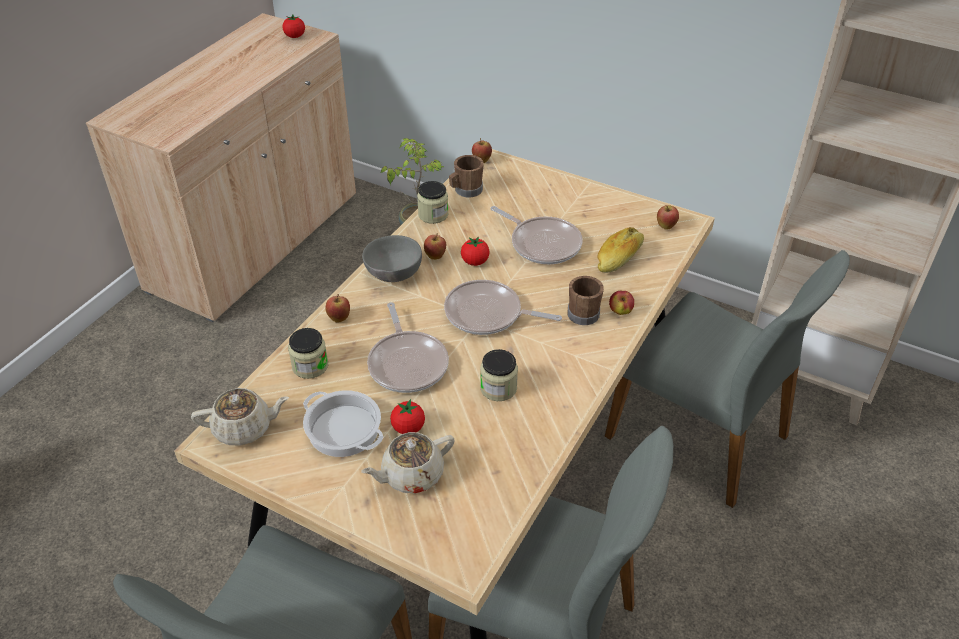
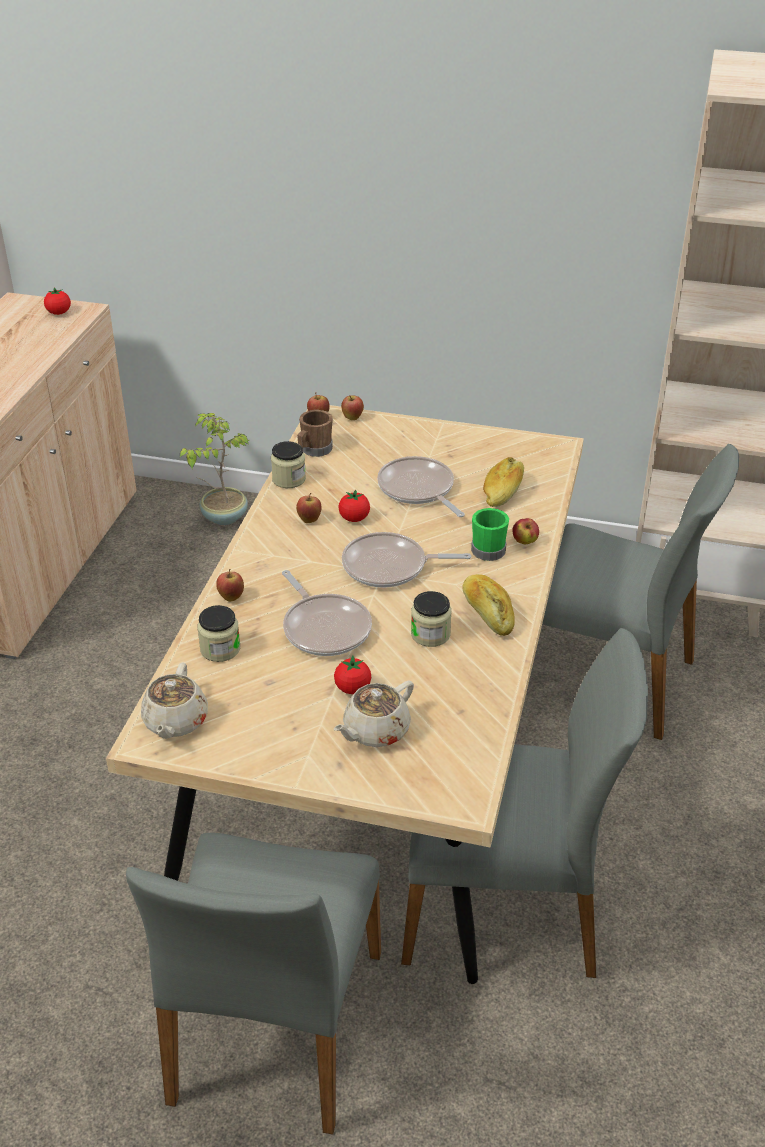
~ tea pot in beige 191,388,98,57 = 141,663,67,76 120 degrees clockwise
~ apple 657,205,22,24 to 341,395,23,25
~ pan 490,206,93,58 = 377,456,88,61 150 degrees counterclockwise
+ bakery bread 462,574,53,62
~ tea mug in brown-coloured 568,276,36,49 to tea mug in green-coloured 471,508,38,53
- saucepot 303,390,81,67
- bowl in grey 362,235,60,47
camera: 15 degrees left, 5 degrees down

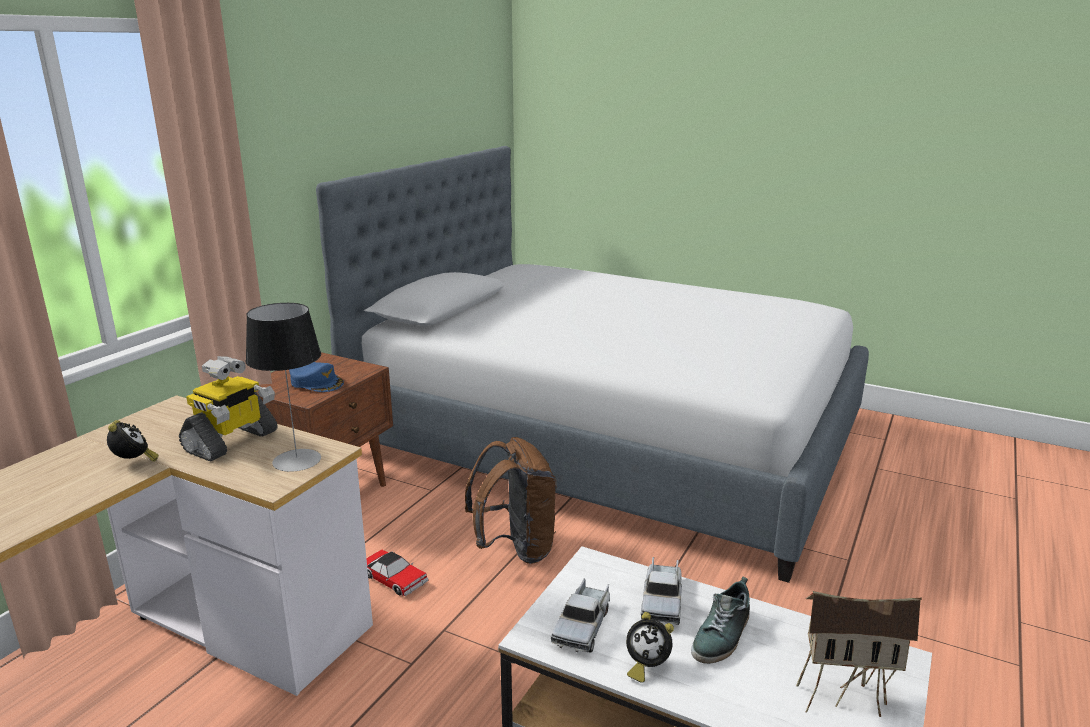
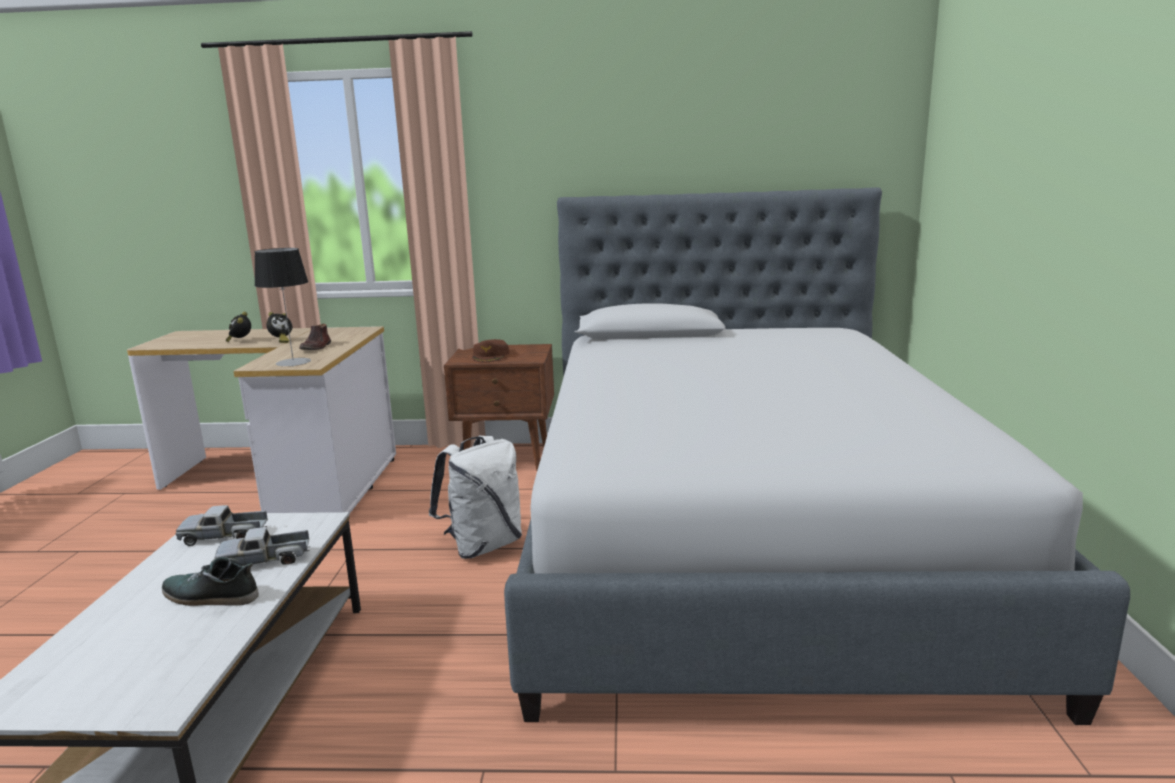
~ table clock 626,612,48,71 to 226,312,25,30
~ robot figure 179,356,99,106 to item of footwear in brown-coloured 299,324,32,26
~ rucksack in brown-coloured 465,437,92,127 to rucksack in whitish 429,436,93,123
~ baseball cap in blue-coloured 289,362,55,30 to baseball cap in brown-coloured 472,339,37,23
- model car 366,550,63,46
- miniature house 796,591,126,126
camera: 65 degrees right, 5 degrees down

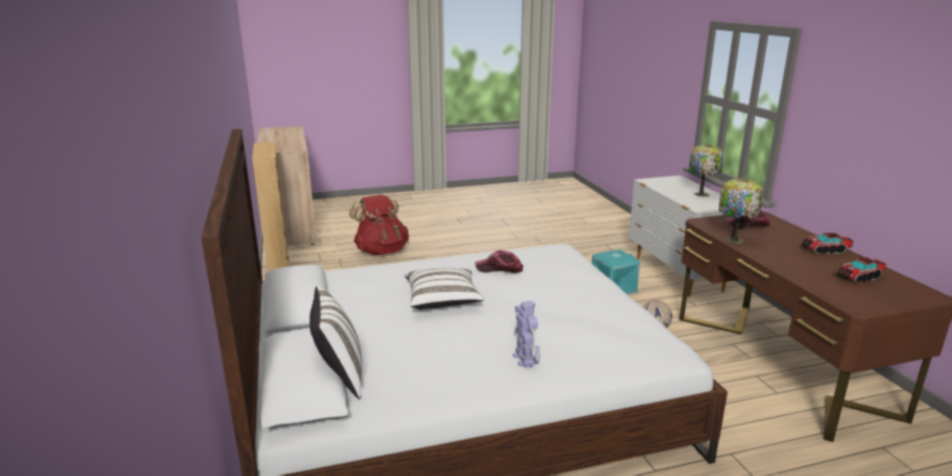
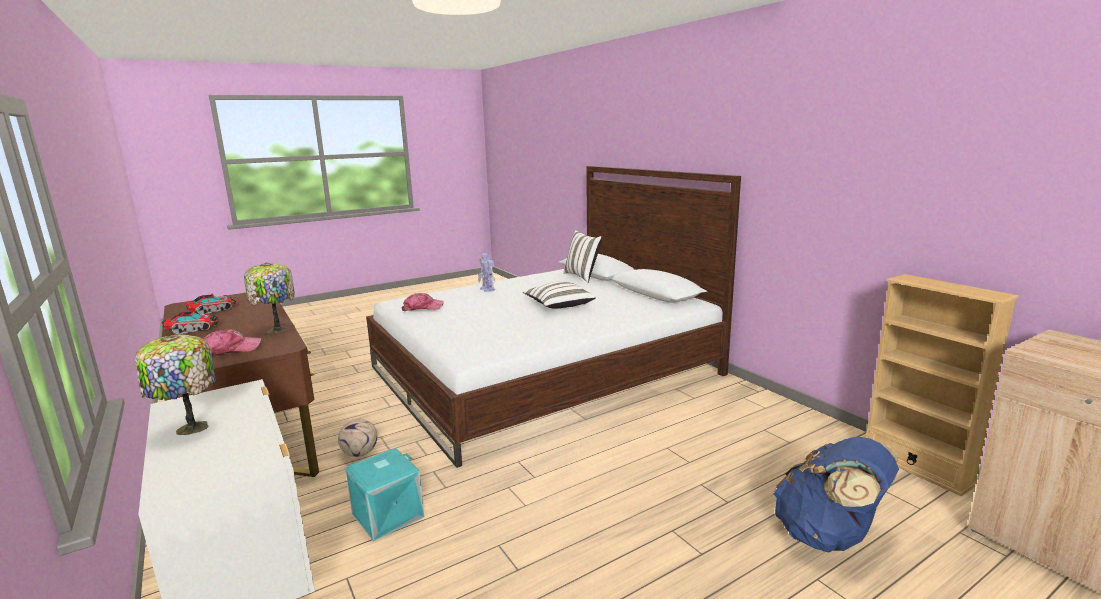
~ baseball cap 475,250,48,23 to 402,293,42,18
~ rucksack in red 349,194,60,61 to rucksack in blue-coloured 774,437,125,116
camera: 165 degrees right, 5 degrees down

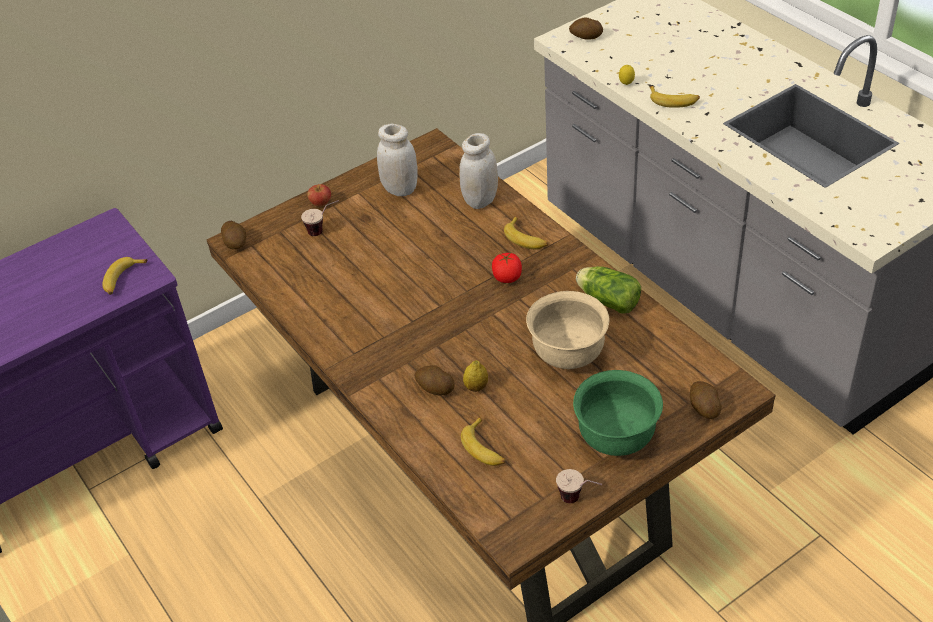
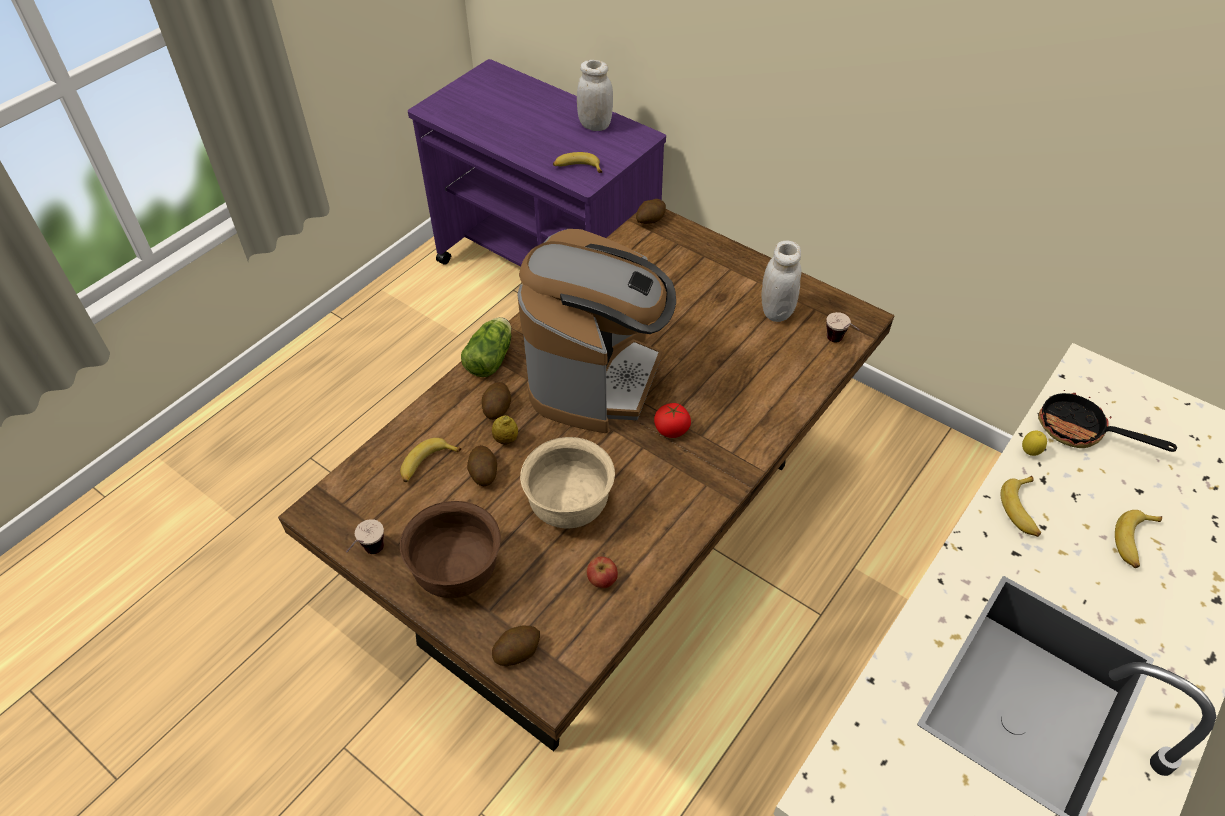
~ bowl in green-coloured 573,370,90,86 to bowl in brown-coloured 400,501,101,97
~ lettuce head 576,266,65,48 to 461,317,51,60
~ spud 569,17,34,23 to 467,445,30,41
+ coffee maker 517,229,159,204
~ storage jar in whitish 459,133,39,76 to 577,60,36,71
~ apple 307,184,24,22 to 587,556,31,32
~ small cup 301,200,38,36 to 826,312,34,30
+ pan 1038,390,139,62
~ whole banana 504,216,44,33 to 1115,510,47,58
camera: 70 degrees right, 5 degrees up

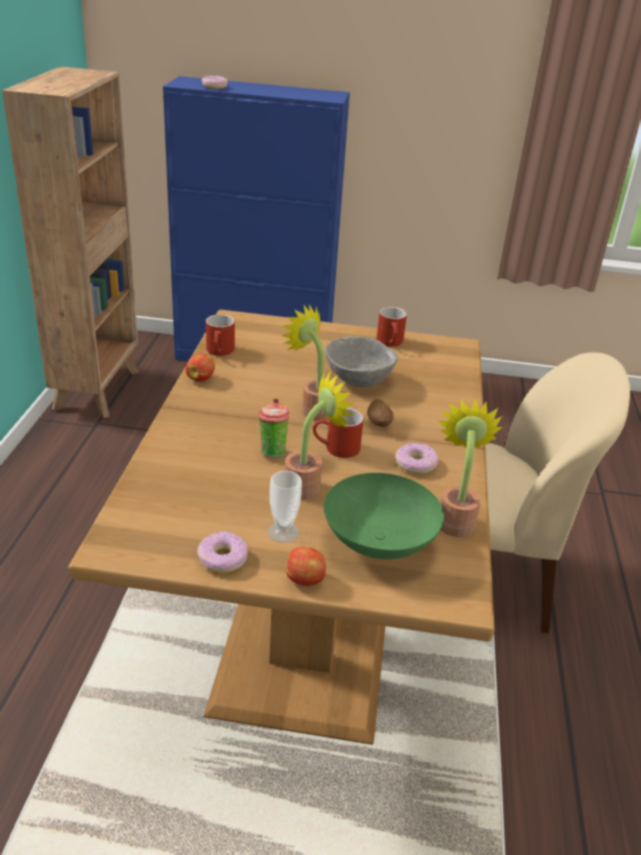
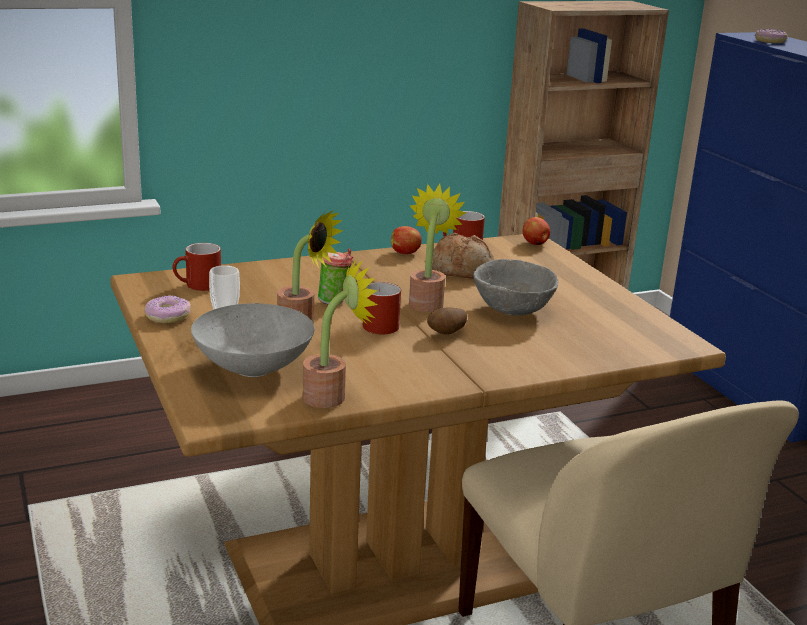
~ tea mug in red 376,307,31,40 to 172,243,49,48
~ bowl in green-coloured 324,473,120,86 to bowl in grey 191,303,123,74
+ bakery bread 432,233,62,46
~ apple 286,547,40,39 to 523,217,27,28
- ring doughnut 395,443,43,31
camera: 60 degrees right, 10 degrees down

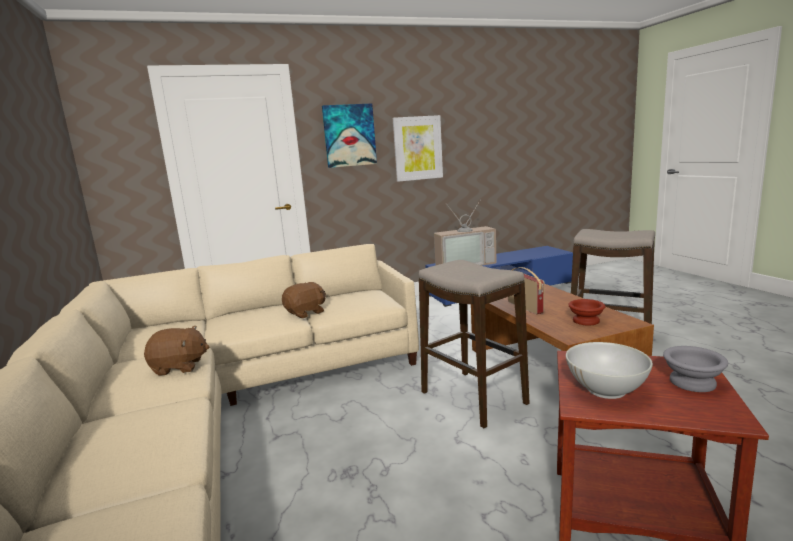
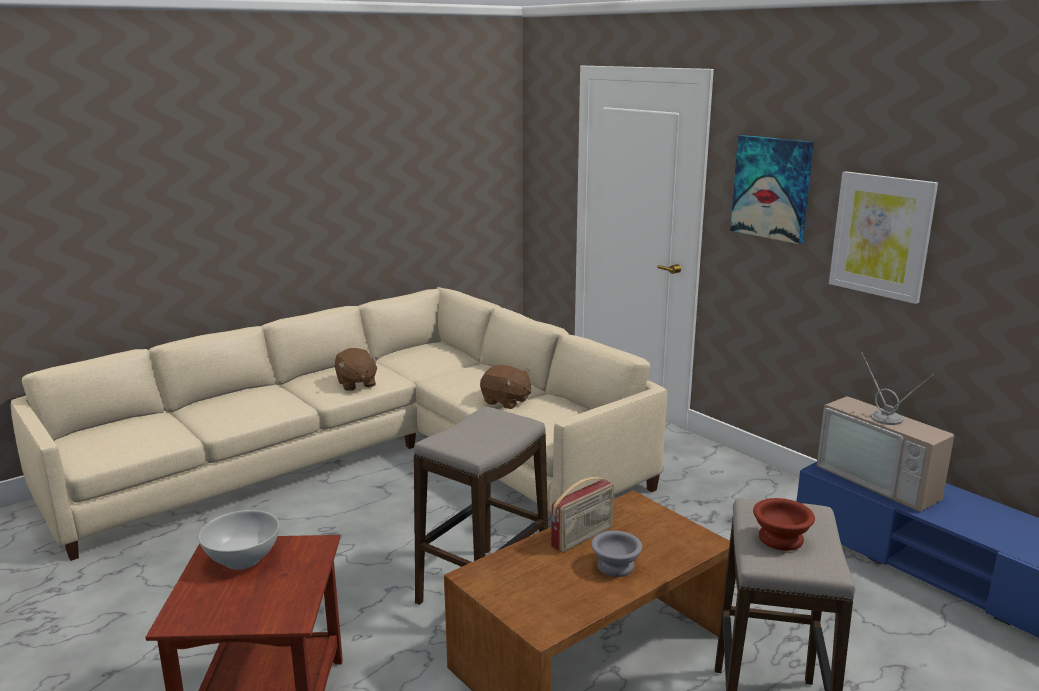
~ bowl in grey 663,346,65,46 to 591,531,51,46
~ bowl in brown-coloured 568,299,37,27 to 753,498,62,53
camera: 70 degrees right, 5 degrees up

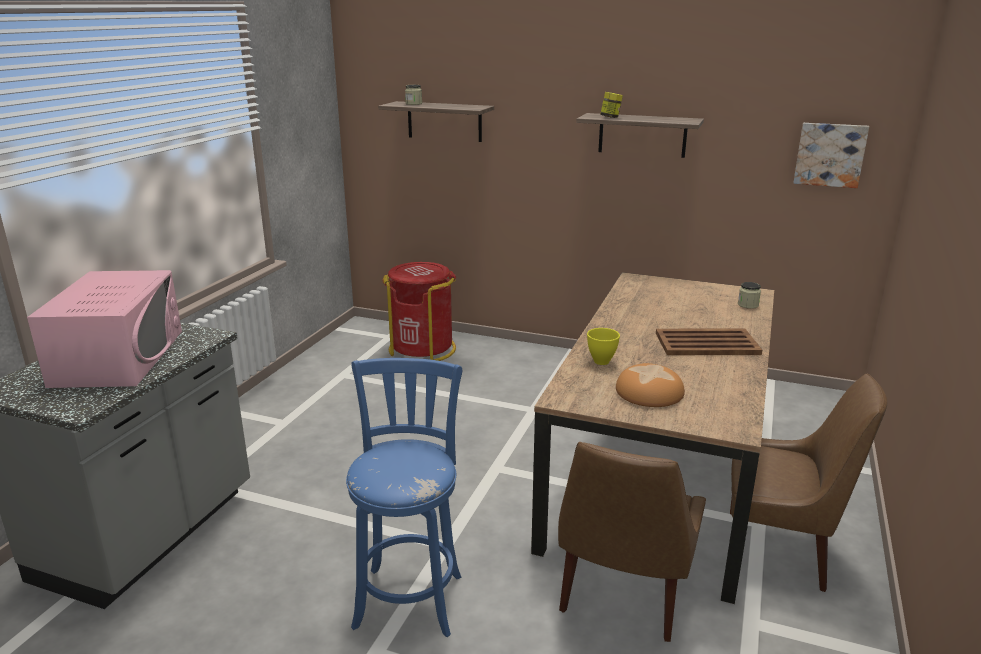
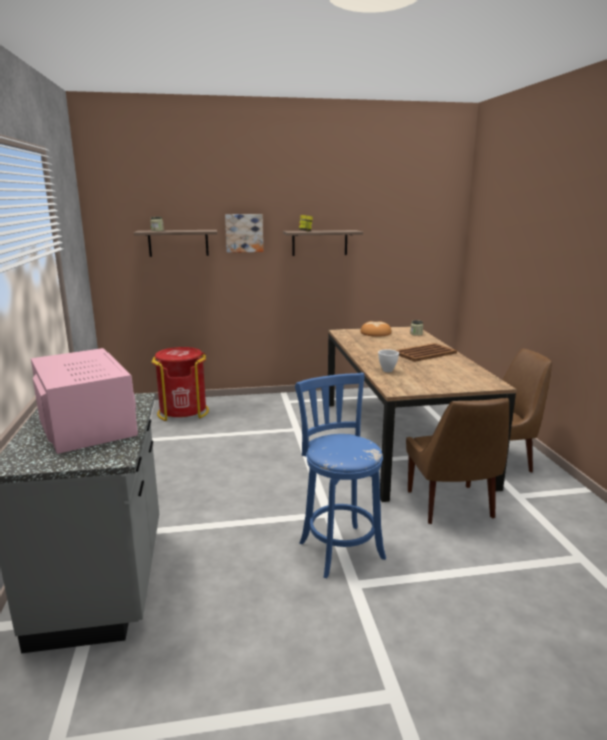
~ picture 794,123,75,65 to 225,214,38,39
~ bakery bread 616,363,69,44 to 360,321,32,16
~ bowl in yellow-coloured 587,328,33,37 to bowl in whitish 378,349,21,23
camera: 30 degrees left, 5 degrees down

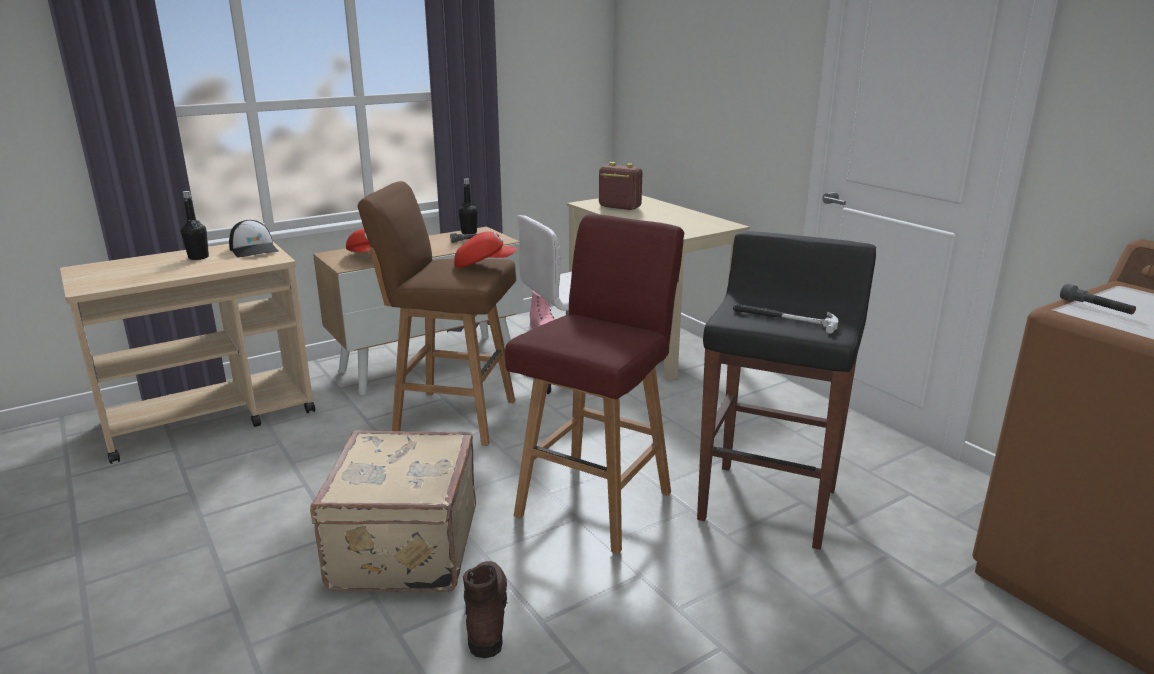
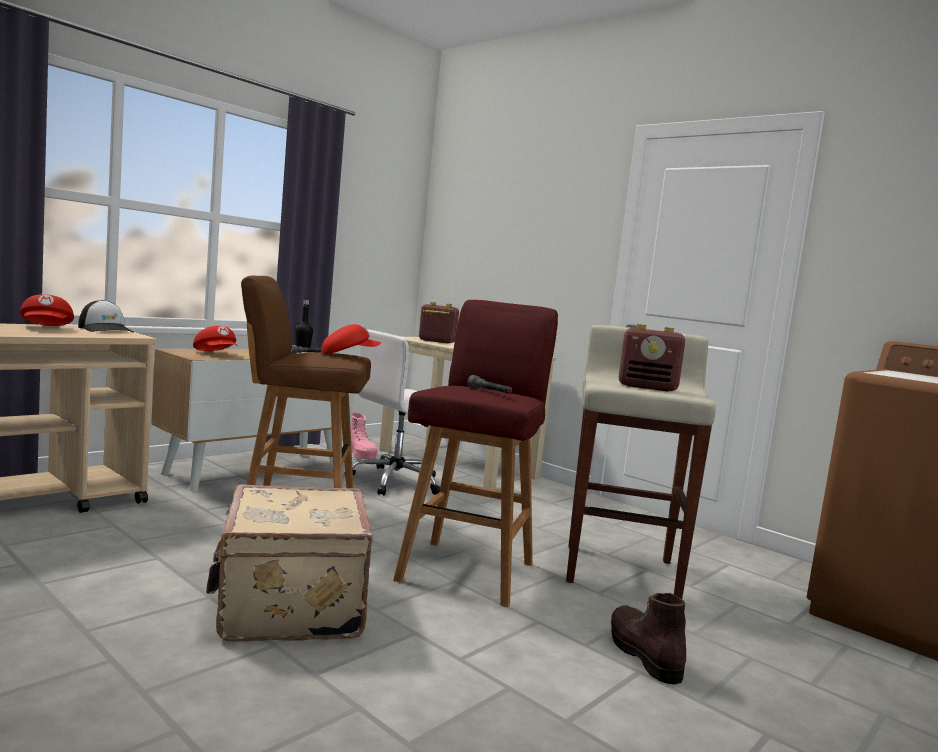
~ beverage bottle in black 181,191,28,69 to baseball cap in red 20,294,54,32
~ torch in grey 1060,284,76,31 to 467,375,45,19
~ stool in black 697,231,179,319 to stool in beige 566,325,150,274
~ tall boot in brown-coloured 463,561,45,97 to 611,593,75,91
~ tool hammer 733,303,105,31 to radio receiver 619,324,66,67
camera: 15 degrees left, 15 degrees down

